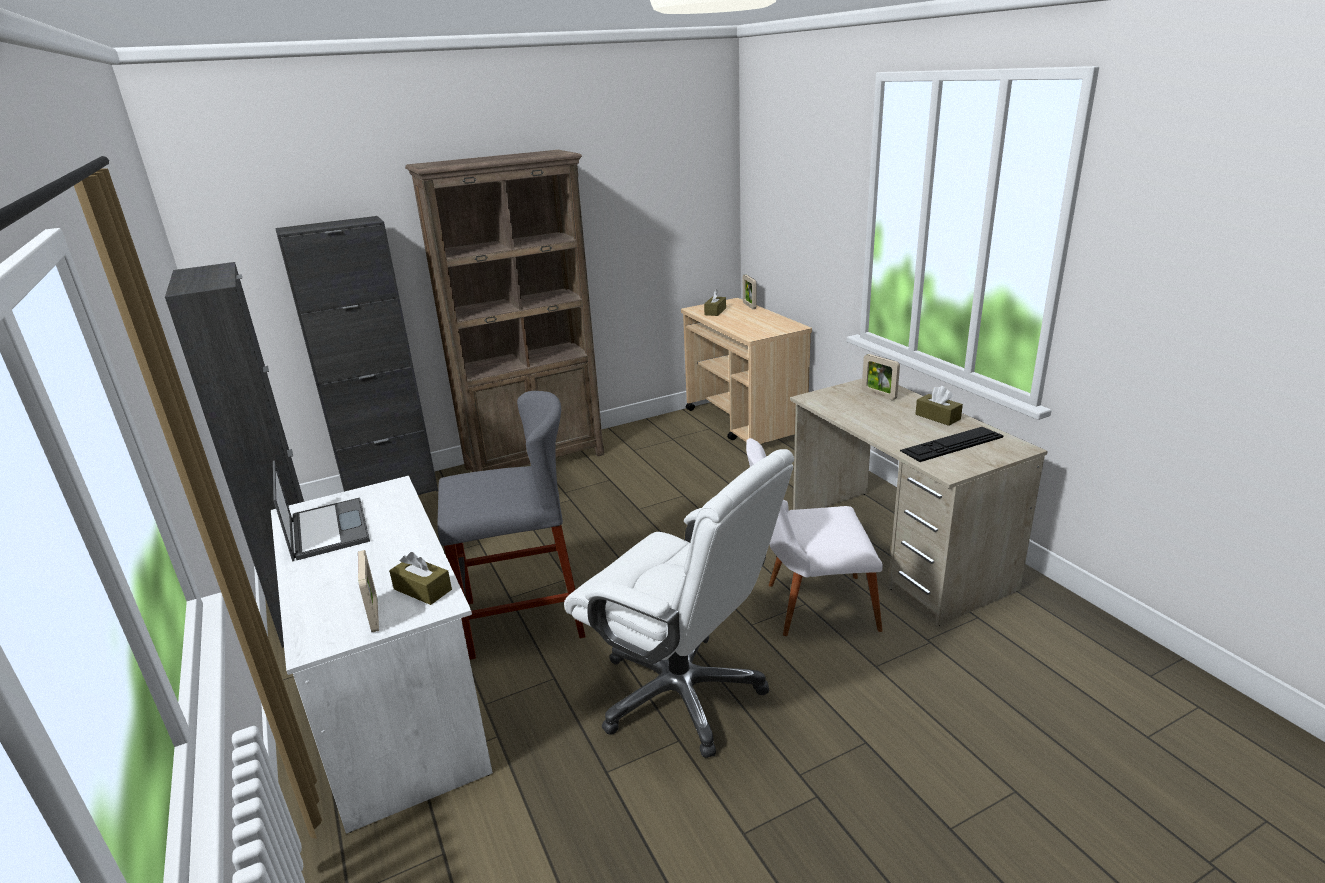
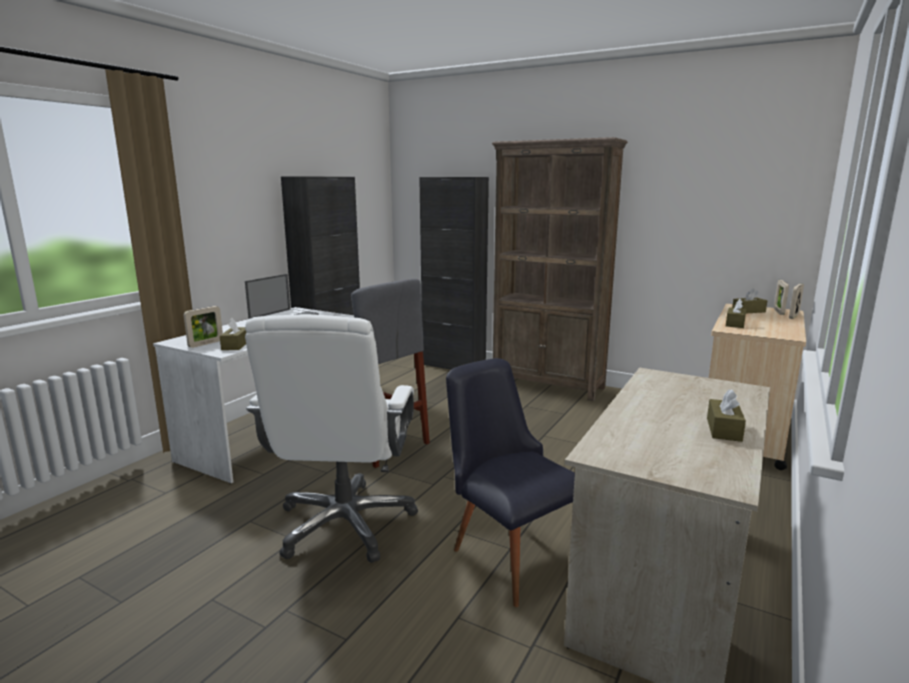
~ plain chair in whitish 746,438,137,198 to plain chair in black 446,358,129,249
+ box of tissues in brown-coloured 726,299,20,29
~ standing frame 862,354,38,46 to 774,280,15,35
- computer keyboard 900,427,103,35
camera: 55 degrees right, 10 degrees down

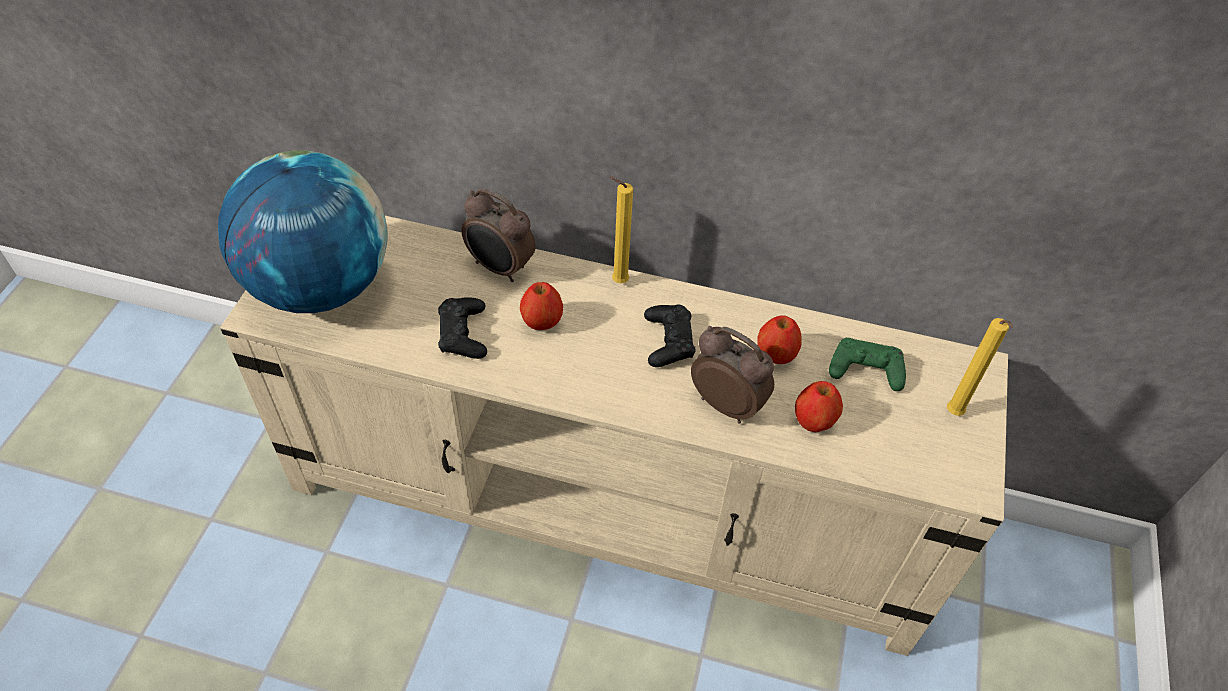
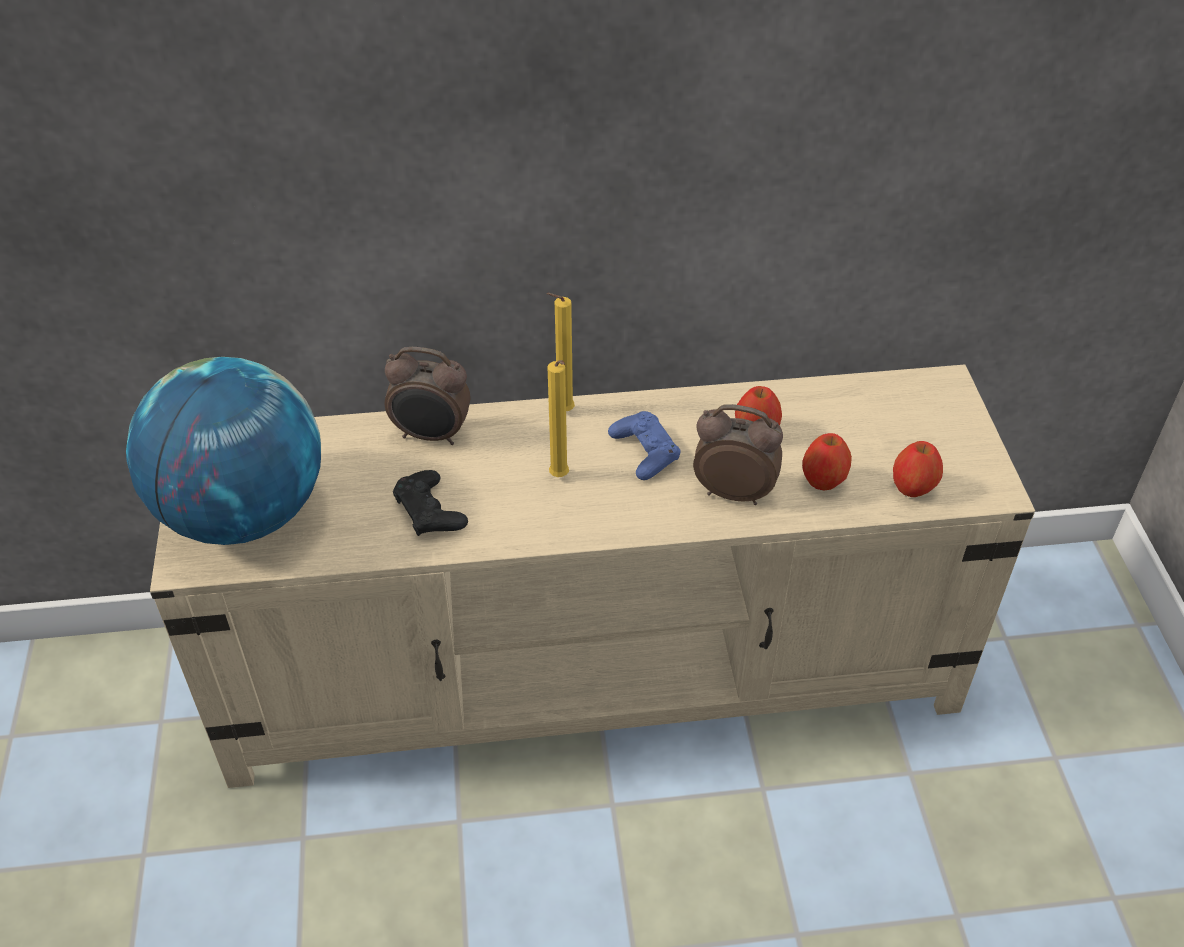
~ wax light in yellow-coloured 947,318,66,98 to 547,360,22,117
~ gamepad in black 644,304,51,63 to gamepad in blue-coloured 608,411,73,69
~ apple 520,282,43,48 to 893,441,50,56
- gamepad in green-coloured 829,338,77,53
camera: 20 degrees left, 5 degrees down

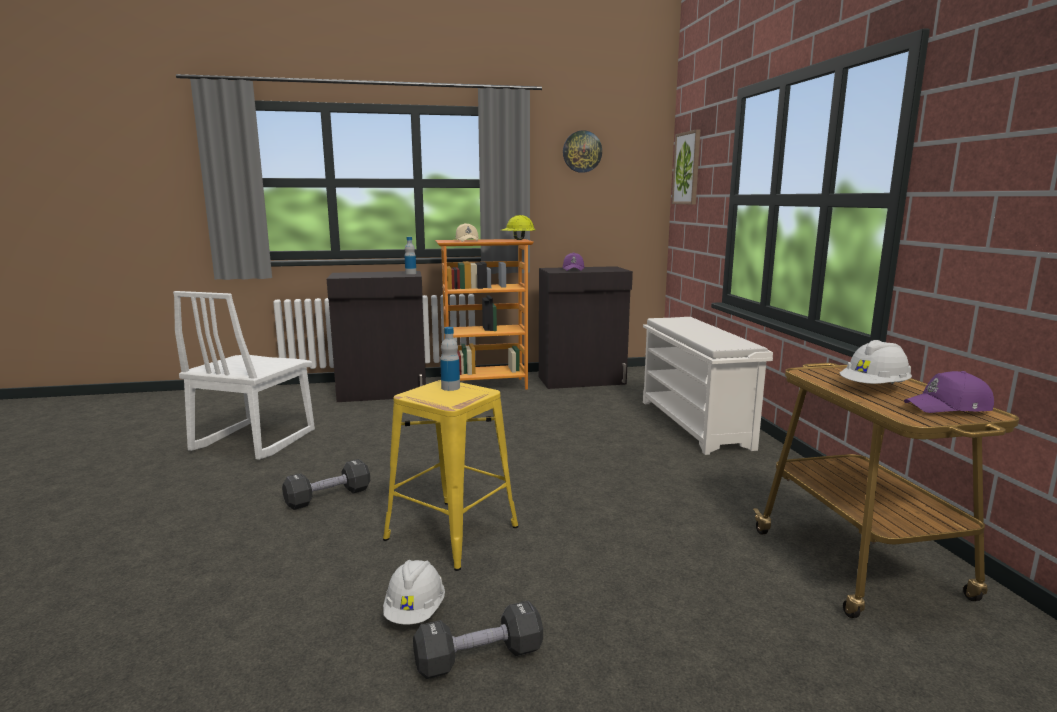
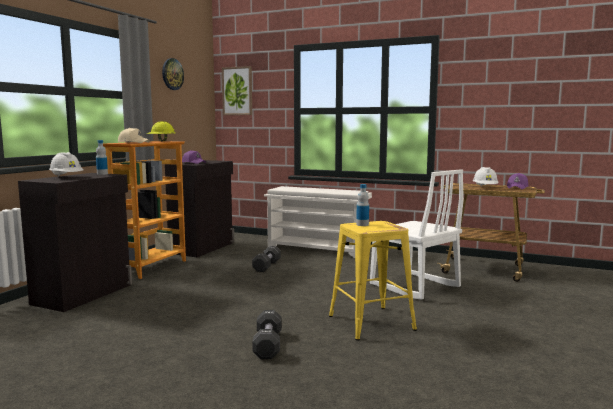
~ hard hat in whitish 383,560,62,64 to 49,152,35,24
~ free weight in black 413,601,130,78 to 252,246,29,26
~ plain chair in whitish 173,291,142,169 to 370,169,94,131
camera: 55 degrees left, 5 degrees down

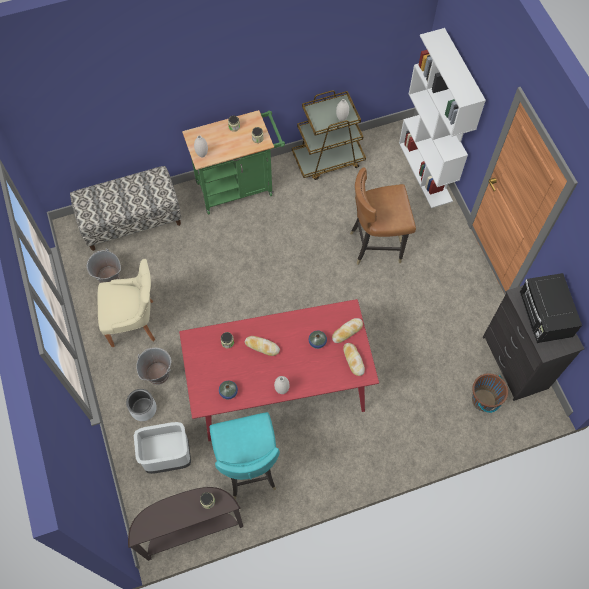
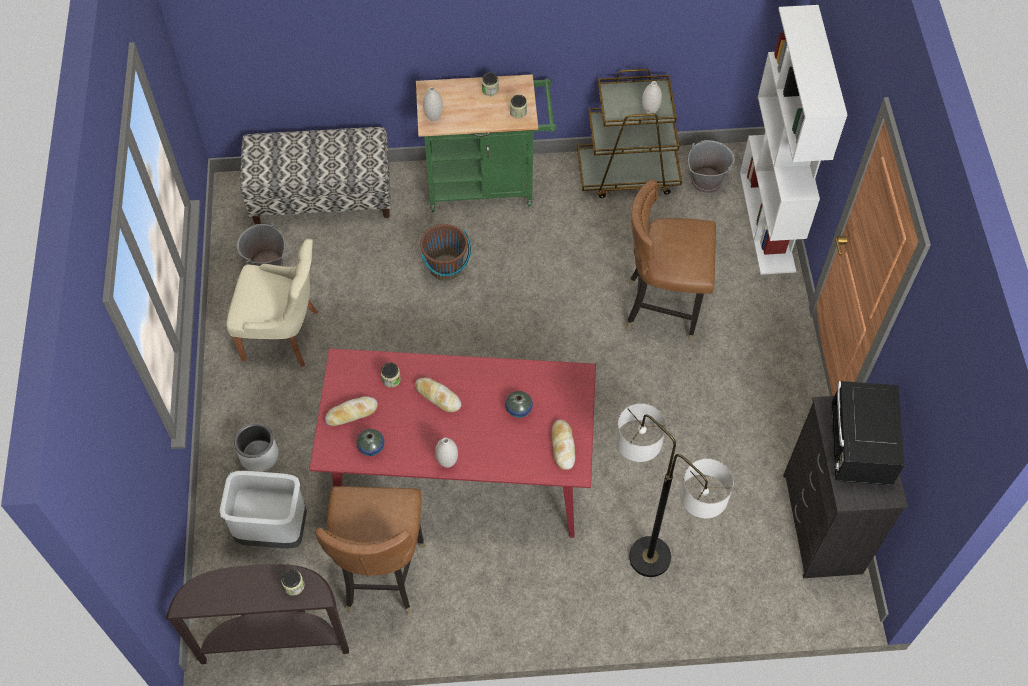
~ plain chair in turquoise-coloured 210,412,70,88 to plain chair in brown-coloured 315,486,110,129
~ bakery bread 332,318,31,25 to 325,396,53,30
~ water bucket in brown-coloured 472,373,36,40 to 420,224,51,57
+ standard lamp 615,403,118,174
~ water bucket in grey 136,348,36,37 to 688,140,47,54
camera: 15 degrees right, 5 degrees down

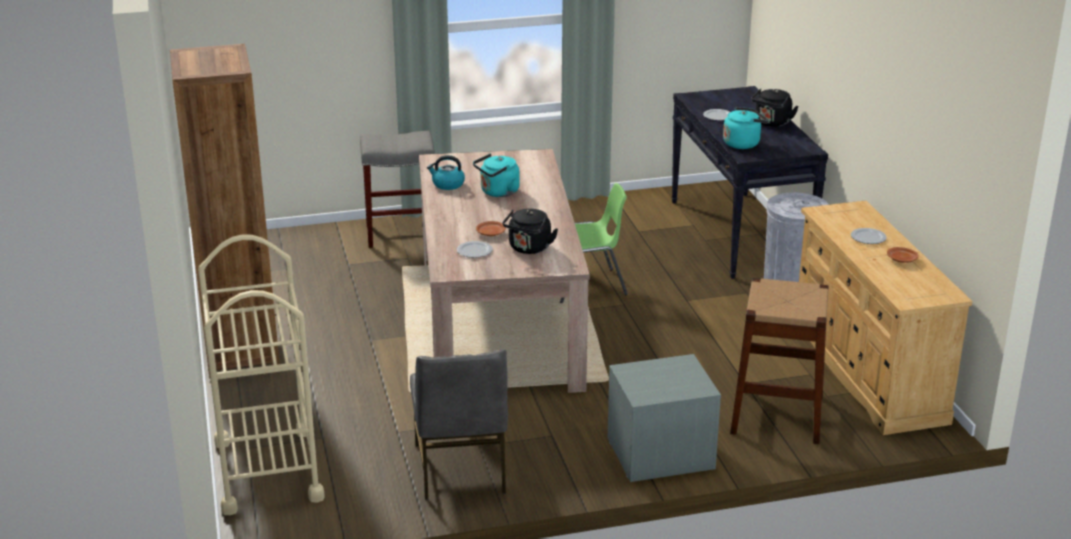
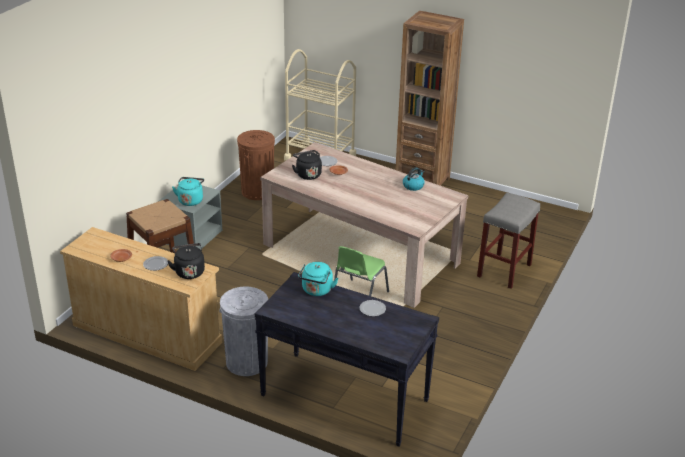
~ kettle in black 752,89,47,38 to 167,243,38,36
~ kettle in turquoise-coloured 473,153,47,44 to 172,177,32,29
~ plain chair in grey 410,349,98,151 to rubbish bin in brown-coloured 237,130,38,70
camera: 130 degrees right, 5 degrees up

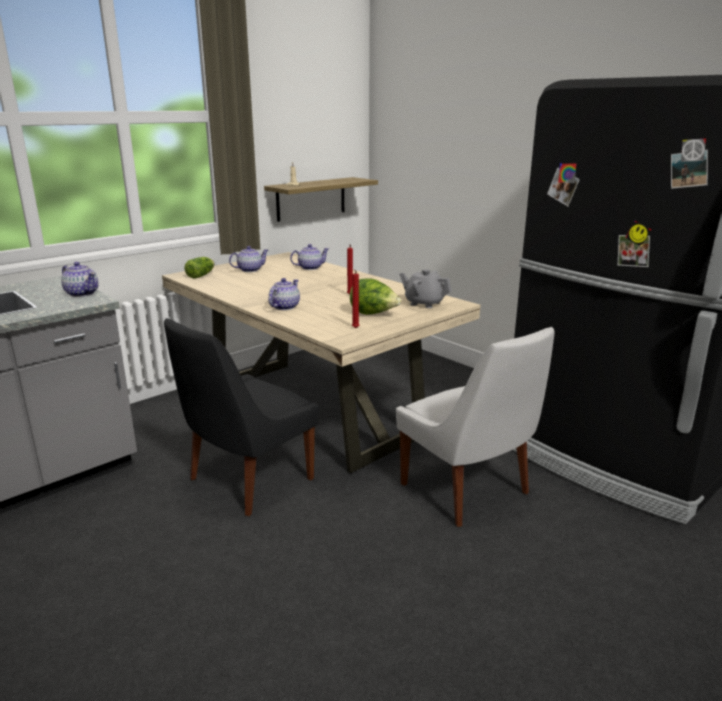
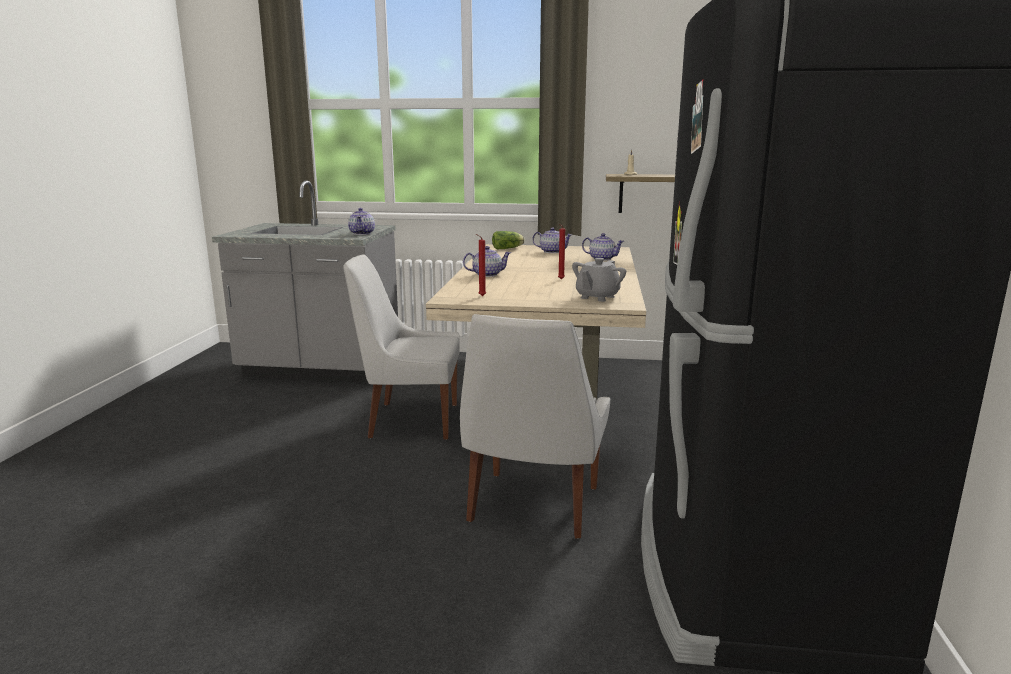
~ plain chair in black 164,318,155,198 to plain chair in whitish 343,254,117,186
~ tea pot in grey 399,269,53,39 = 572,258,54,44 135 degrees counterclockwise
- lettuce head 350,278,51,37
camera: 50 degrees right, 5 degrees down

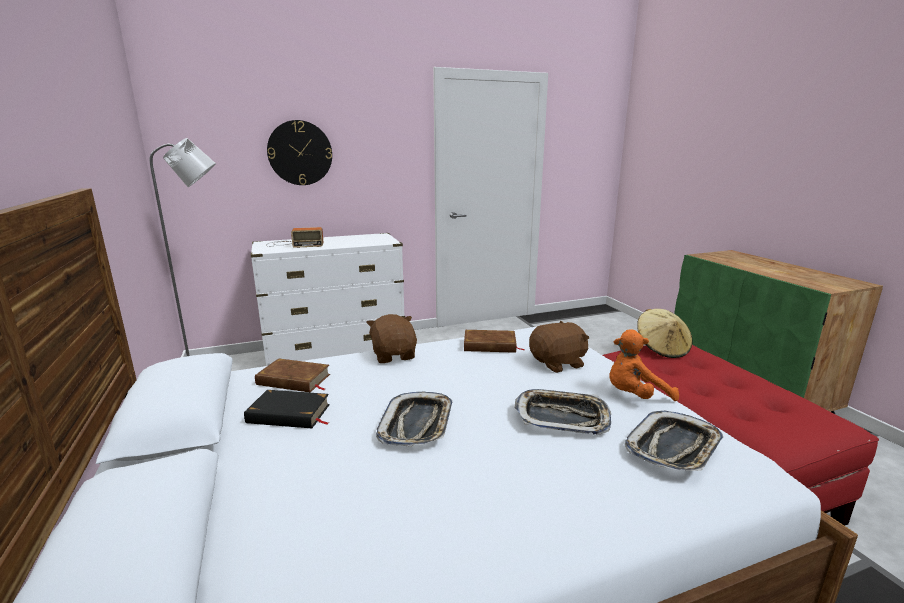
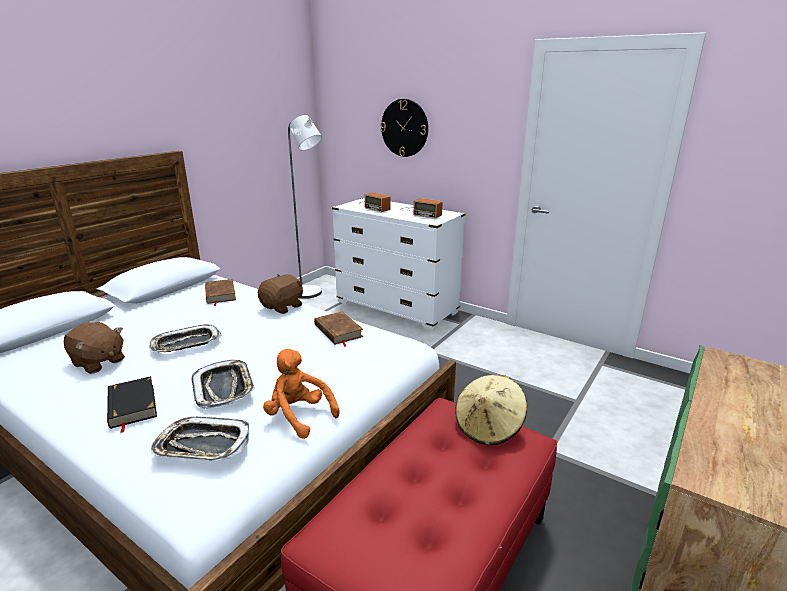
~ soft toy in brown-coloured 529,320,60,53 to 64,322,61,52
~ bound book in black 244,390,86,38 to 107,376,50,57
+ radio receiver 400,198,42,21
camera: 55 degrees right, 5 degrees up

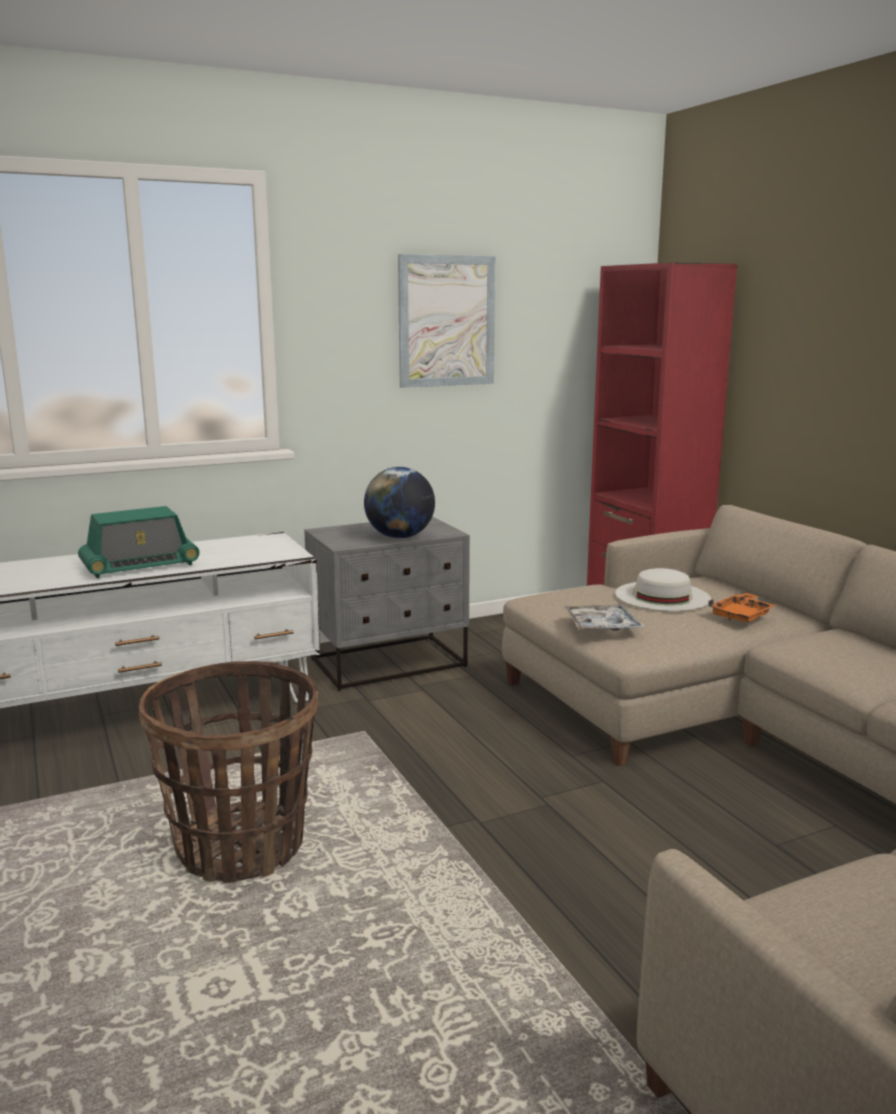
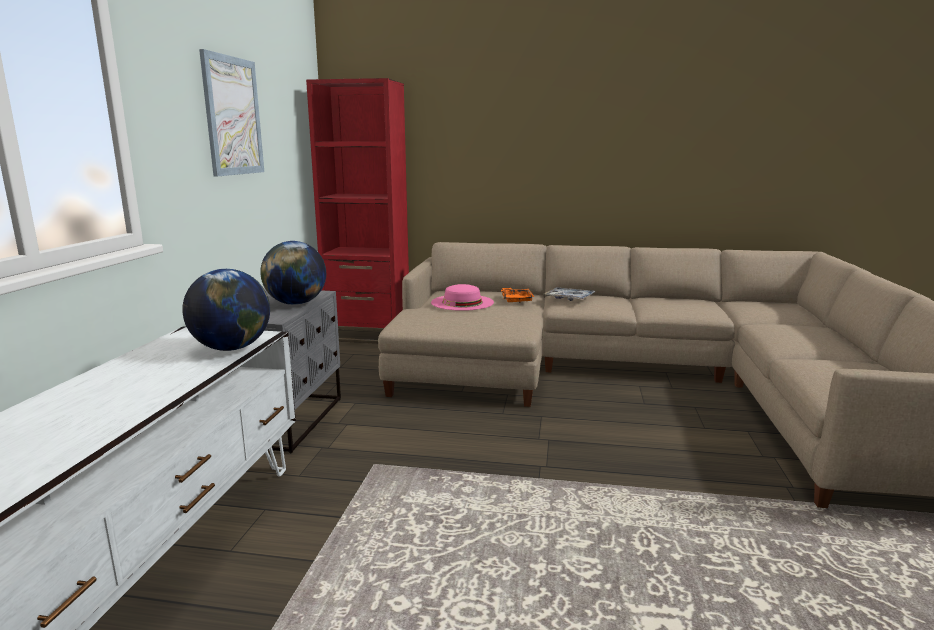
+ globe 182,269,88,82
~ wearable hat in whitish 615,568,96,43 to wearable hat in pink 431,284,63,27
~ carrying tray 564,605,81,26 to 544,287,52,14
- radio receiver 78,506,121,72
- basket 139,661,179,222
camera: 55 degrees left, 0 degrees up

